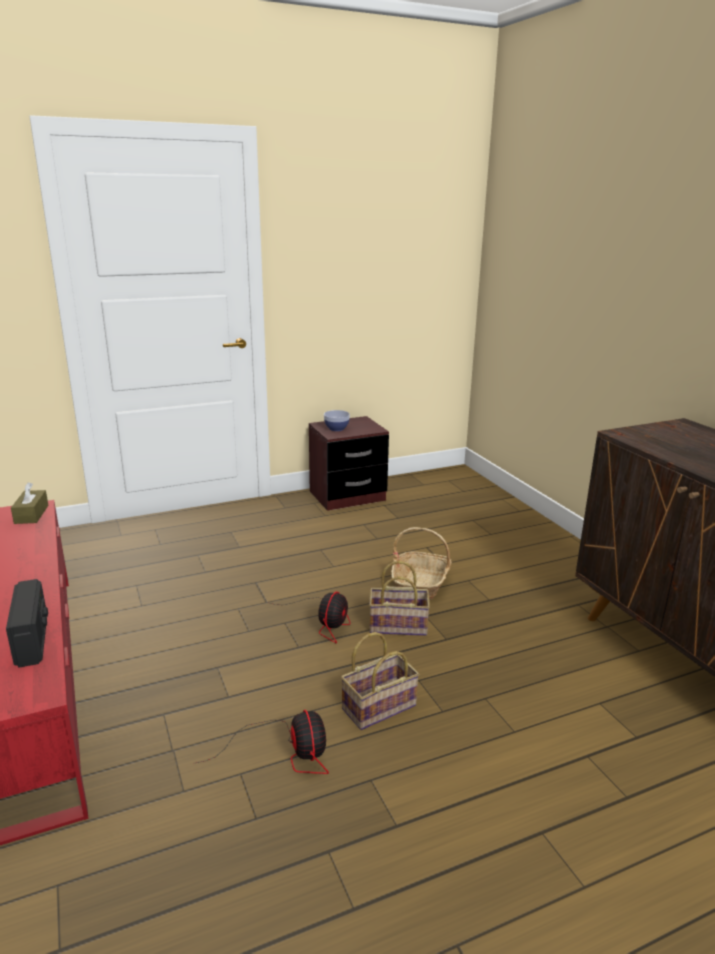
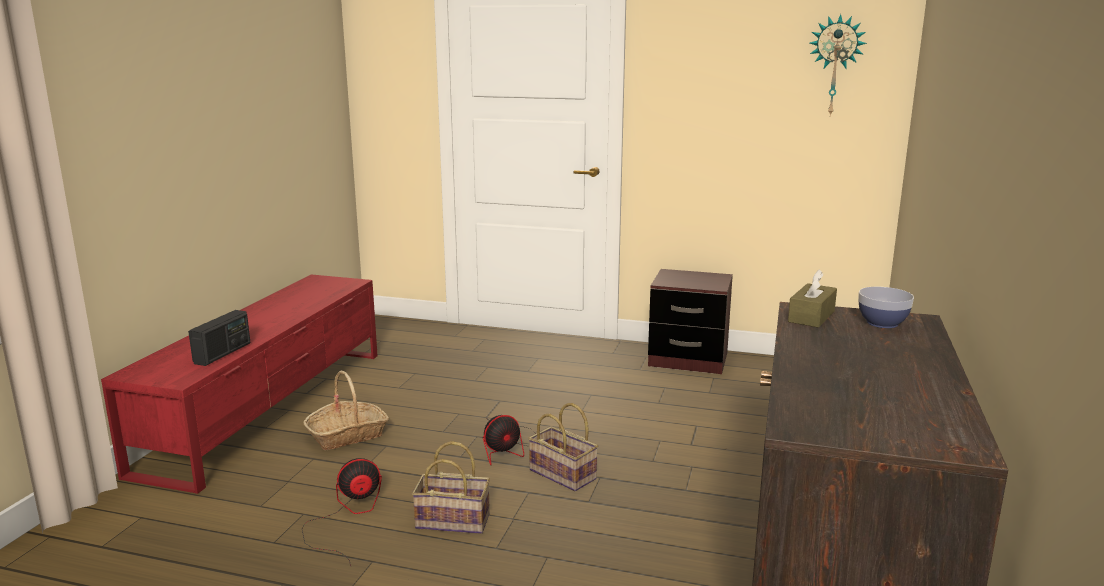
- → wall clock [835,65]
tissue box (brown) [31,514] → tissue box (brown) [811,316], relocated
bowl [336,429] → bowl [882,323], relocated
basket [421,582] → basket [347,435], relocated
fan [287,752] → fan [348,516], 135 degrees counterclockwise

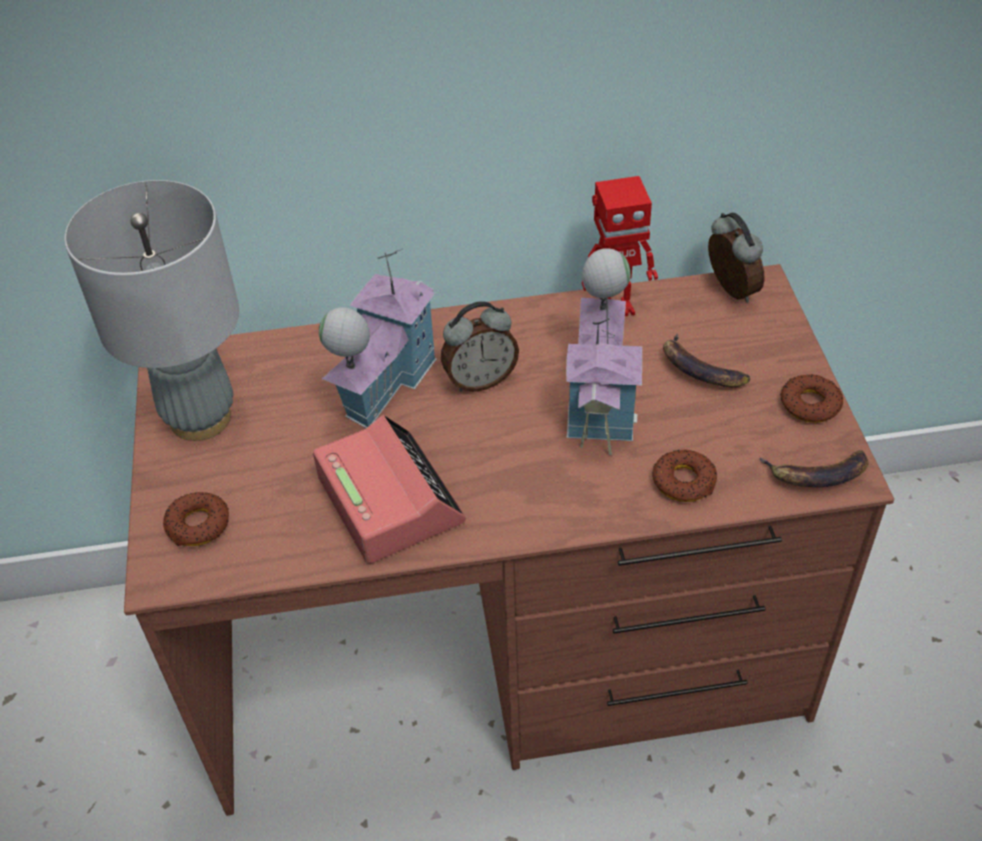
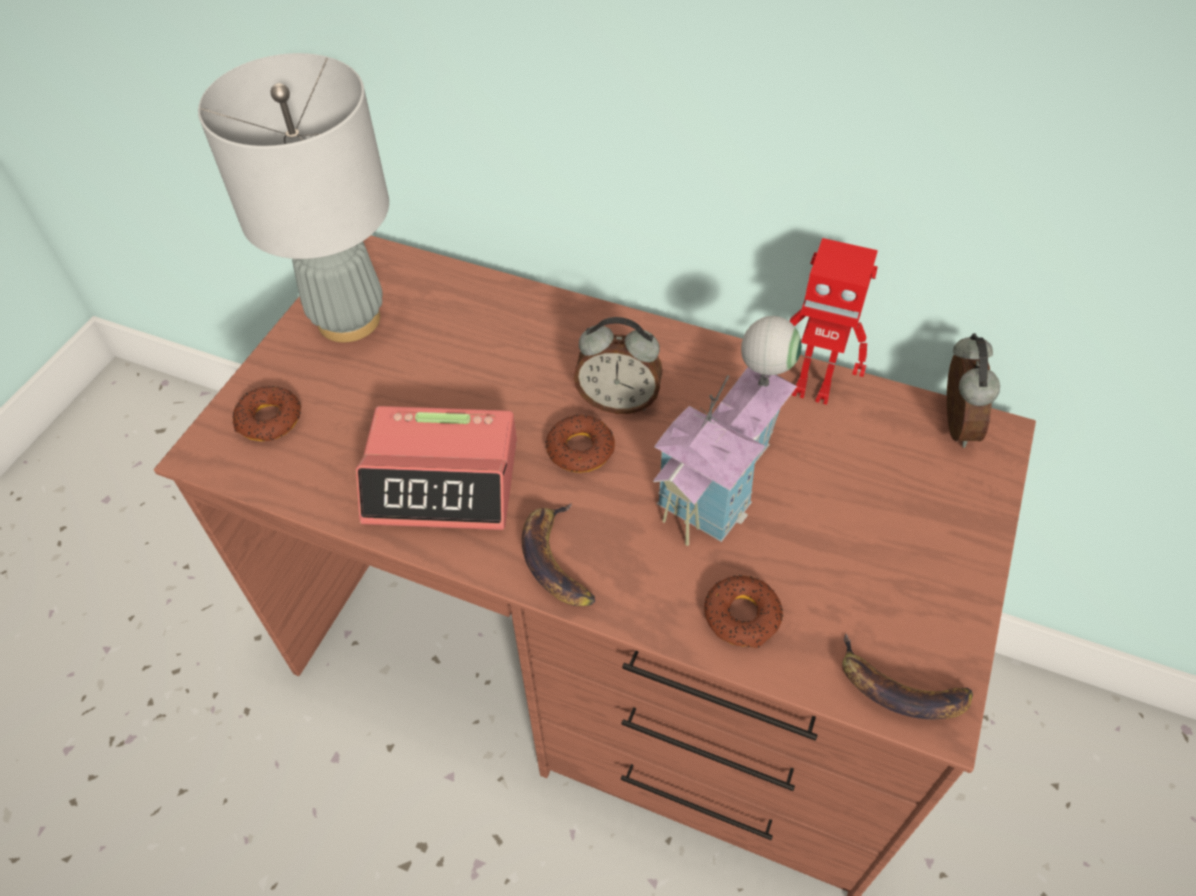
toy house [384,382] → -
banana [700,369] → banana [556,560], relocated
donut [810,404] → donut [580,449], relocated
alarm clock [389,499] → alarm clock [443,480], 90 degrees clockwise

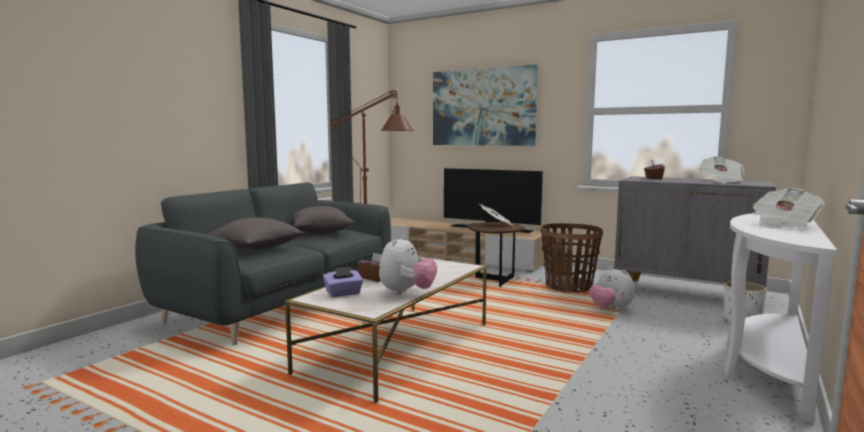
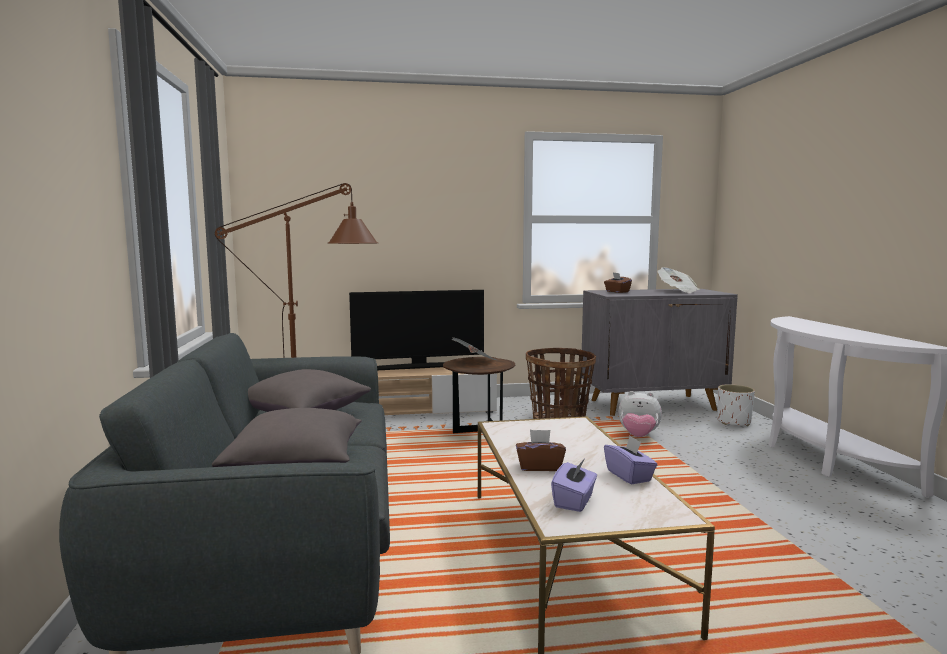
picture [482,107] → -
newspaper [783,225] → -
plush toy [406,293] → tissue box (purple) [629,476]

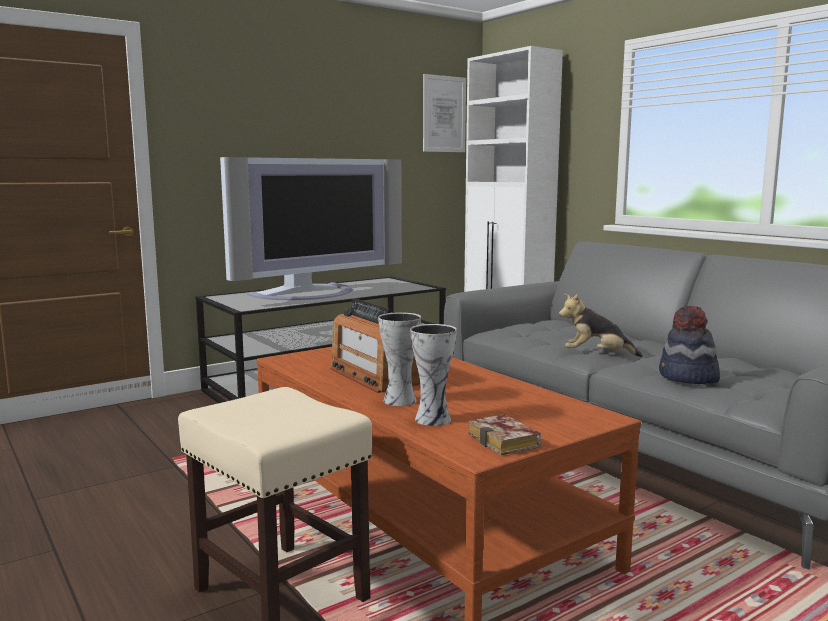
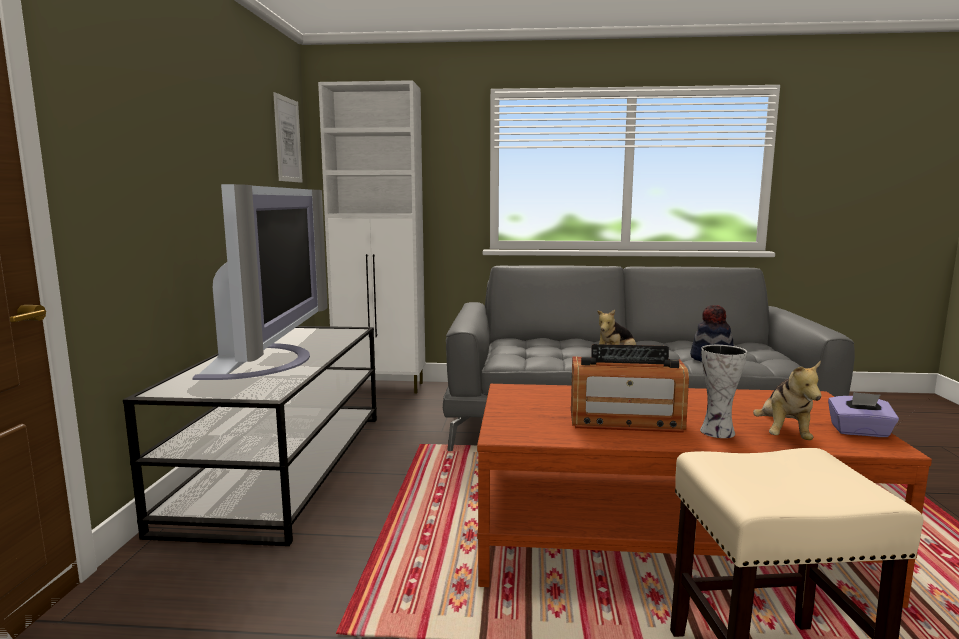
vase [434,419] → plush toy [783,435]
book [506,442] → tissue box (purple) [860,432]

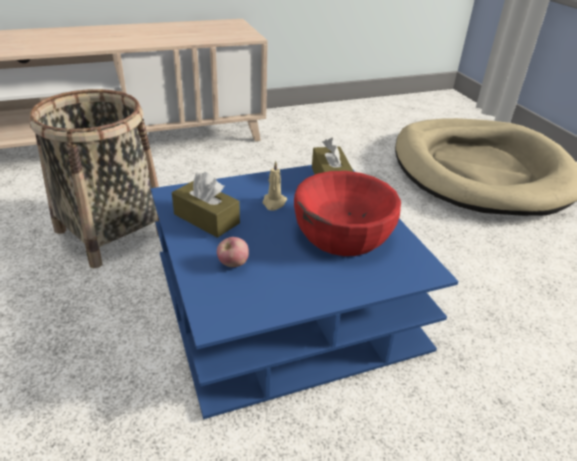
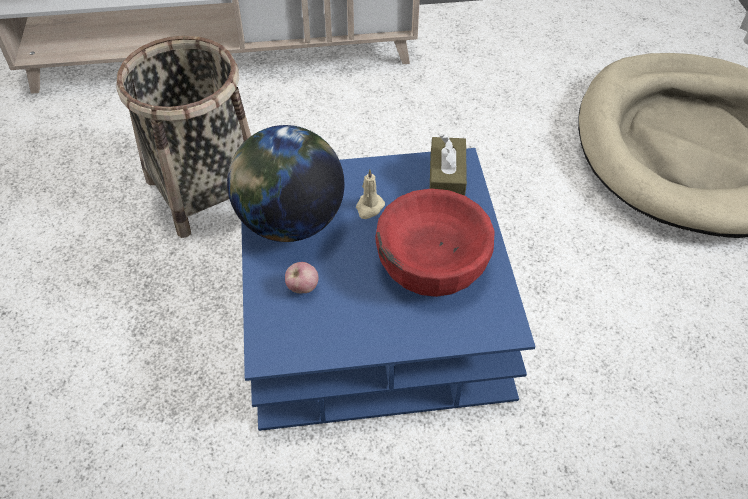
tissue box (brown) [206,219] → globe [290,221]

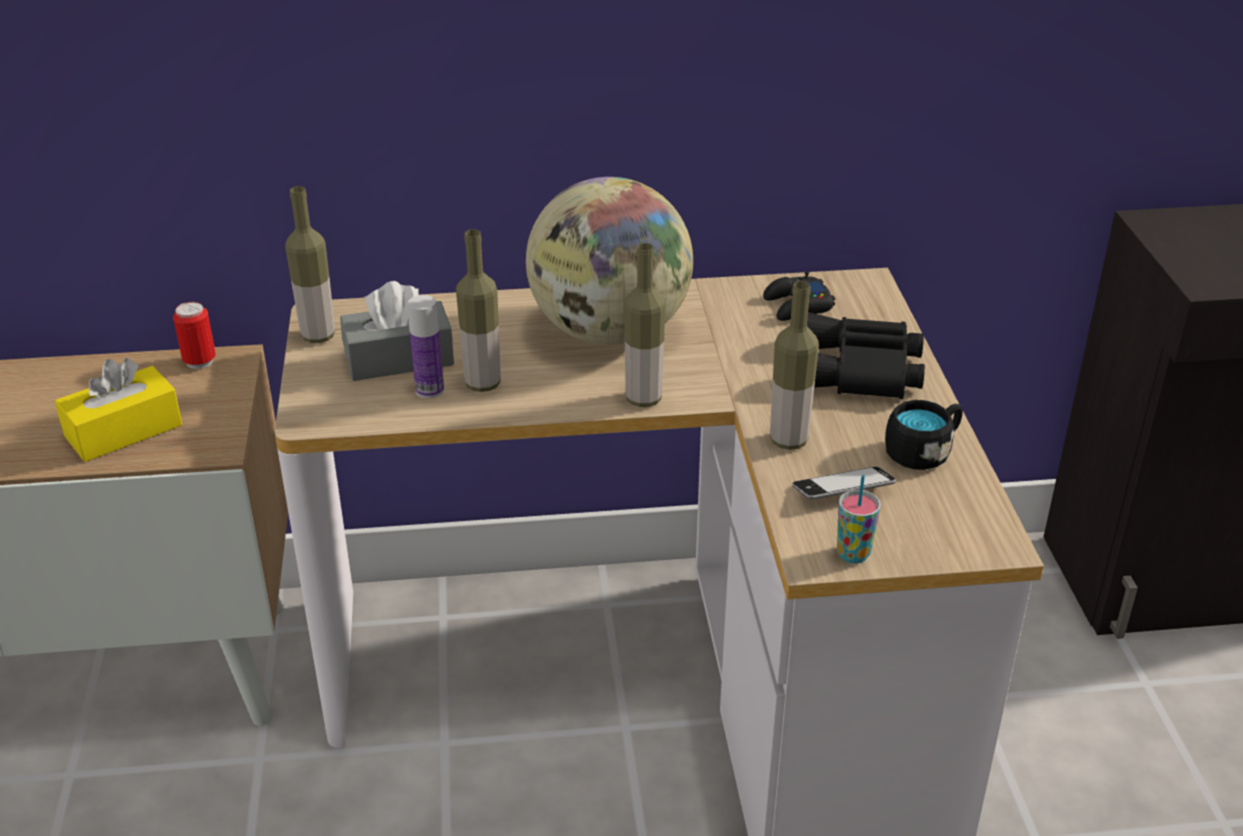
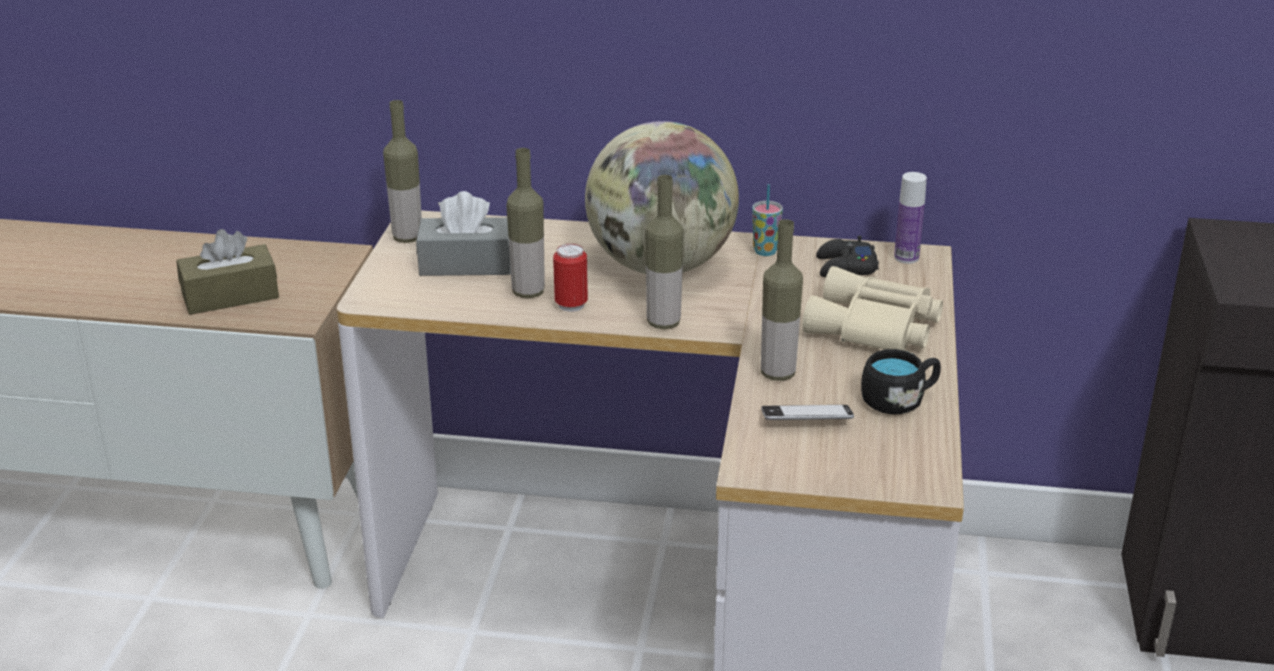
can [199,361] → can [571,305], relocated
bottle [429,390] → bottle [906,258], relocated
cup [853,554] → cup [765,251], relocated
tissue box (yellow) [123,431] → tissue box (brown) [230,296]
binoculars (black) [859,372] → binoculars (beige) [874,328]

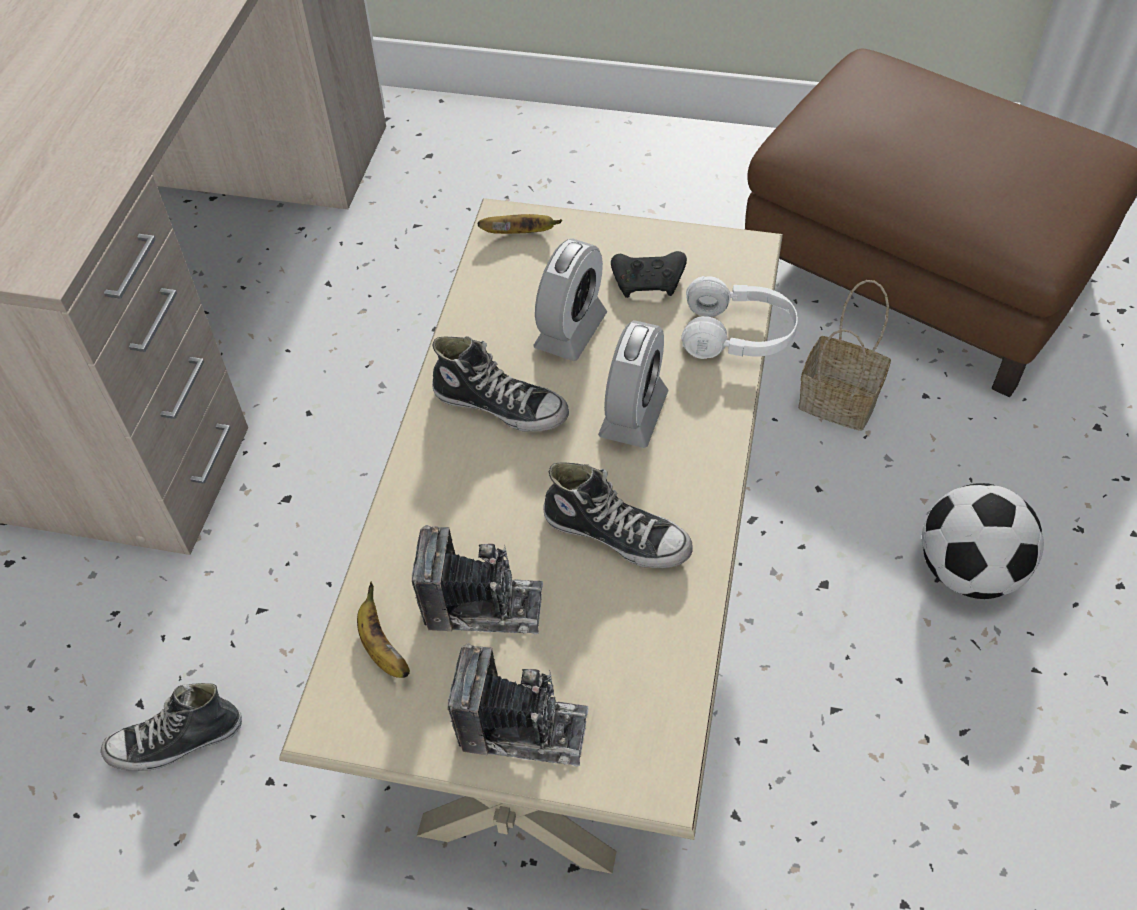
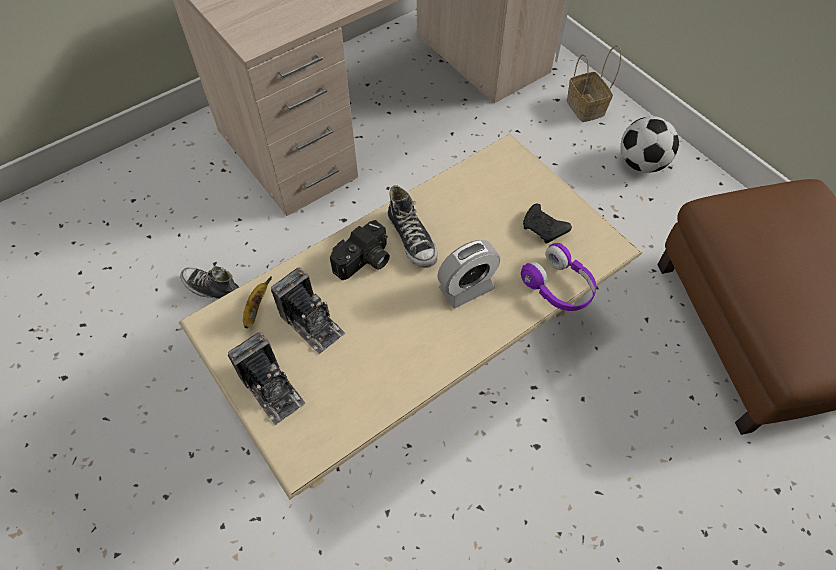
banana [520,233] → -
alarm clock [570,331] → -
shoe [617,535] → -
- → photo camera [364,262]
basket [841,401] → basket [586,108], relocated
football [968,571] → football [641,164], relocated
headphones (white) [737,335] → headphones (purple) [558,287]

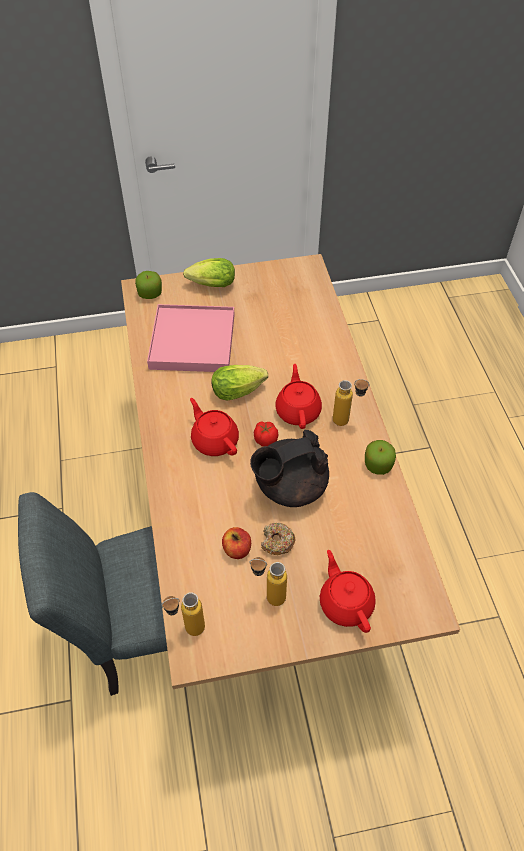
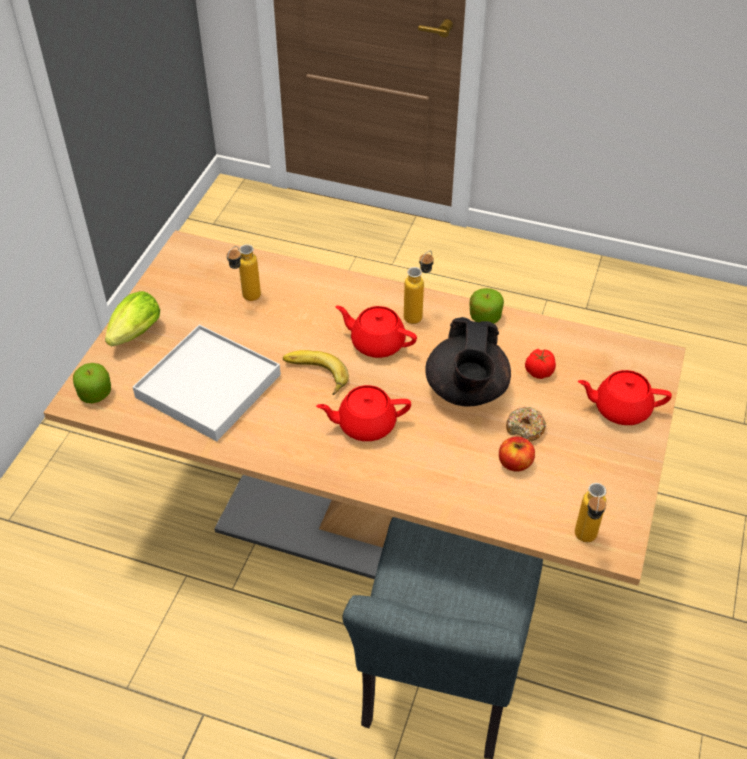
bottle [268,596] → bottle [246,300], relocated
tomato [265,439] → tomato [538,371], relocated
lettuce [240,390] → banana [314,375]
tray (pink) [192,342] → tray (white) [208,386]

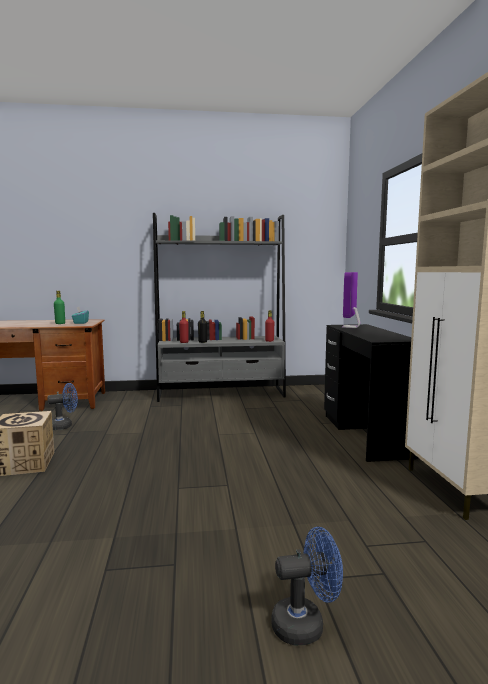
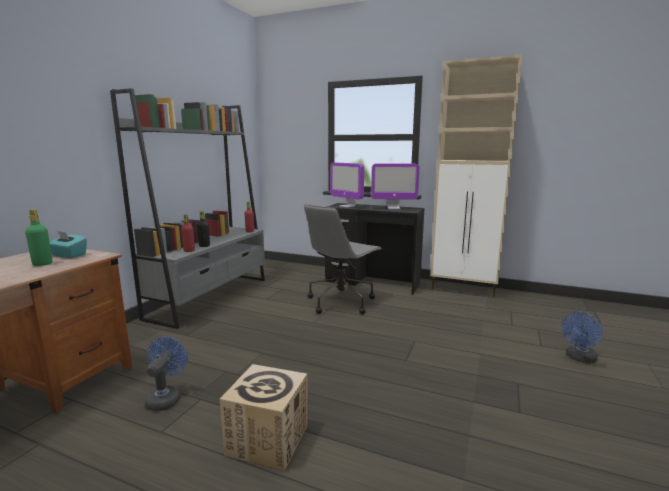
- → office chair (grey) [341,301]
- → monitor [393,208]
fan (blue) [306,624] → fan (blue) [579,359], 150 degrees counterclockwise

